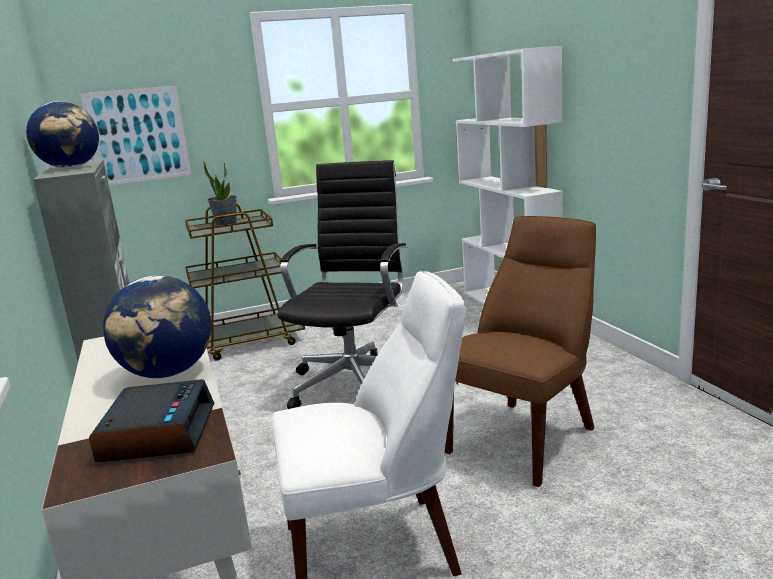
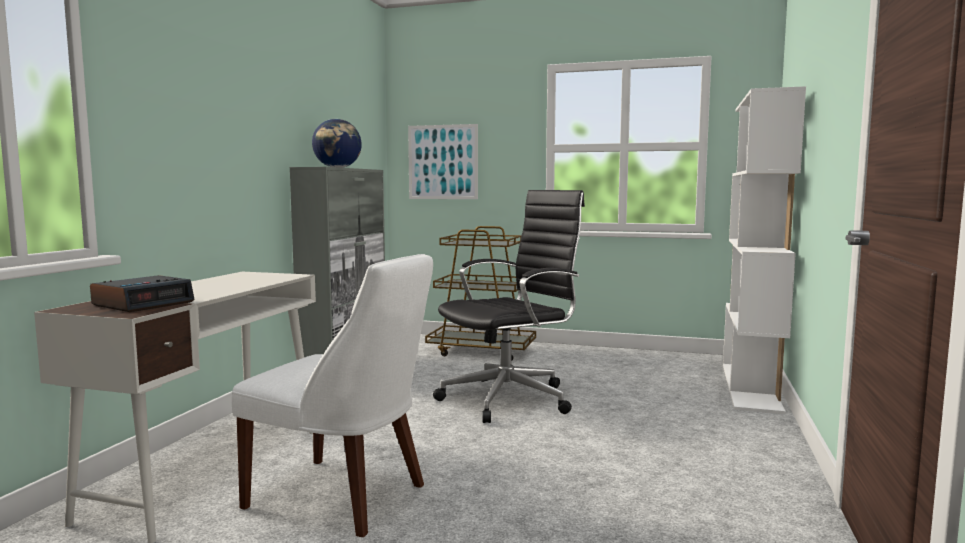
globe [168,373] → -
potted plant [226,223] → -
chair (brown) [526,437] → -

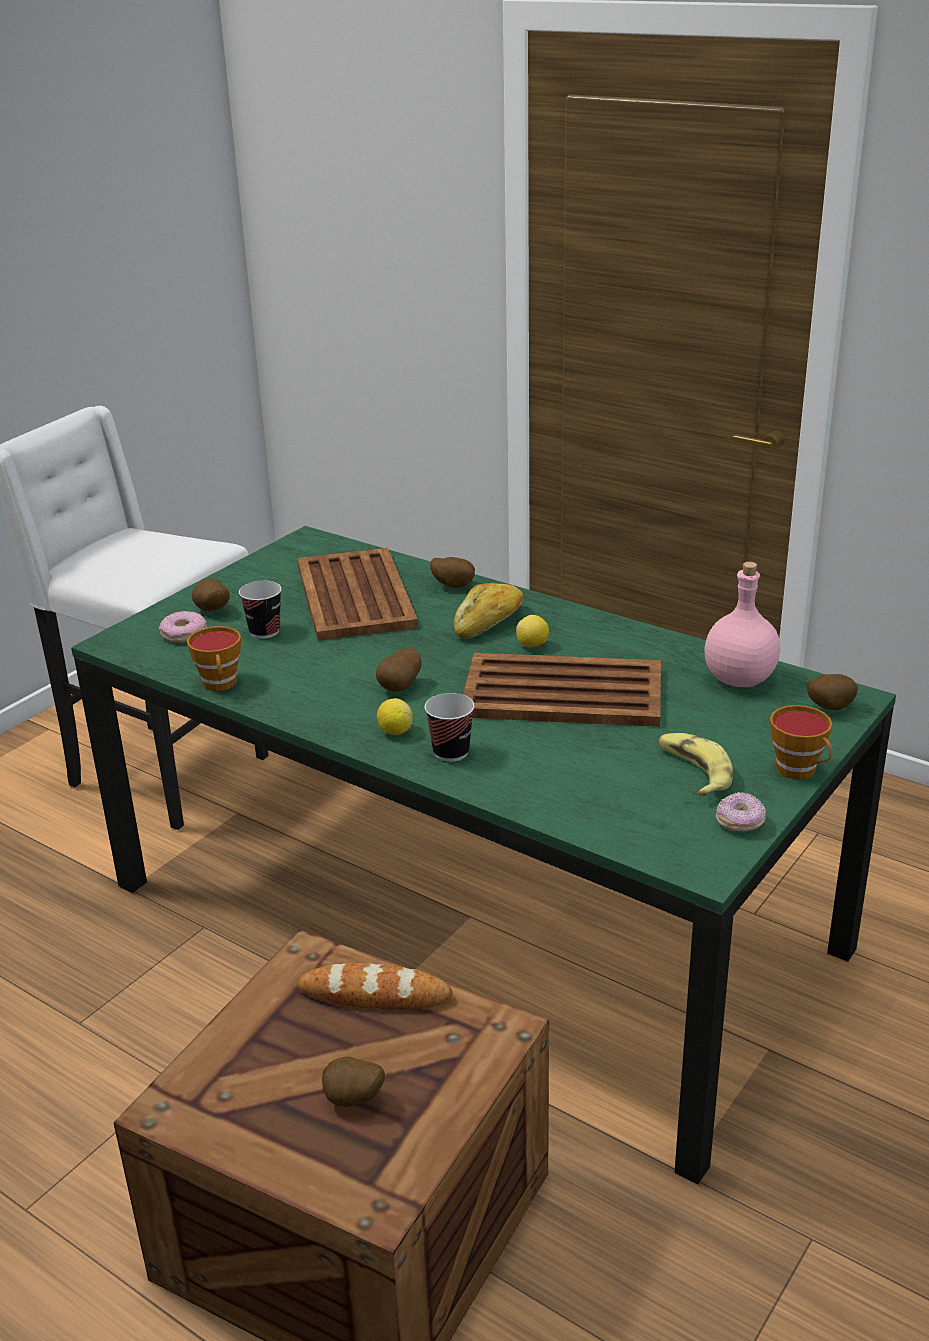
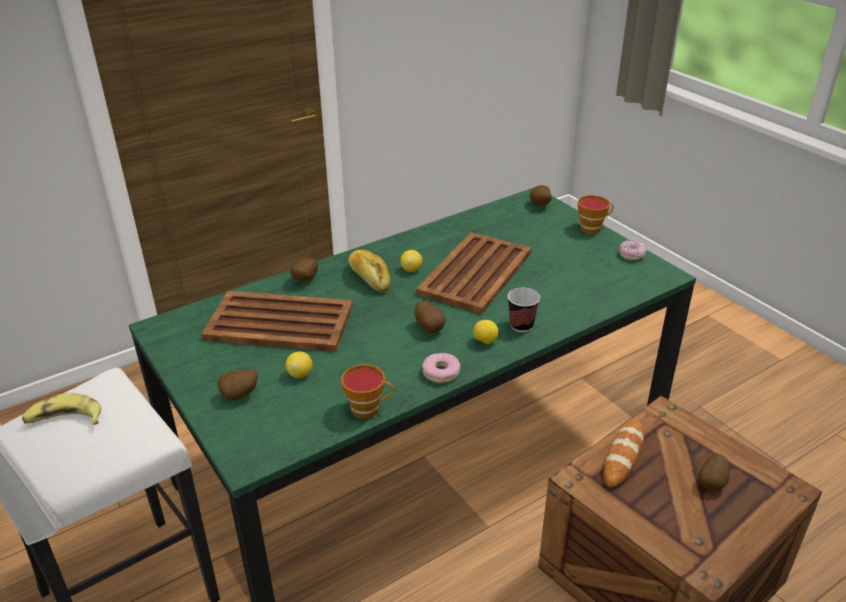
bottle (pink) [740,680] → -
donut [184,634] → donut [441,372], relocated
banana [693,772] → banana [65,419], relocated
cup [264,631] → lemon [300,374]

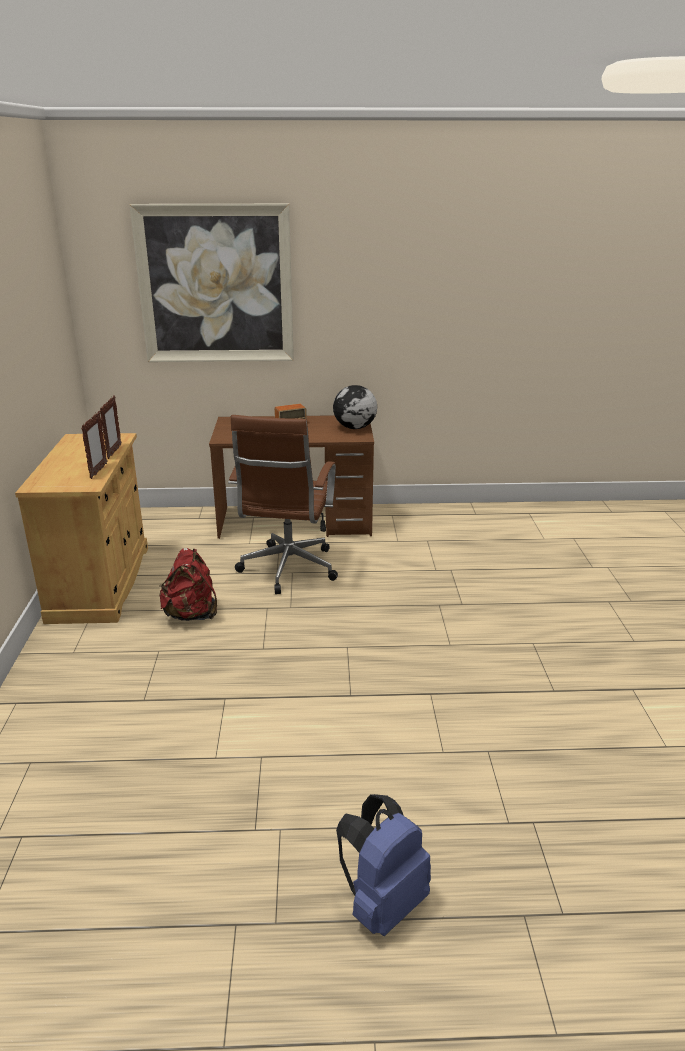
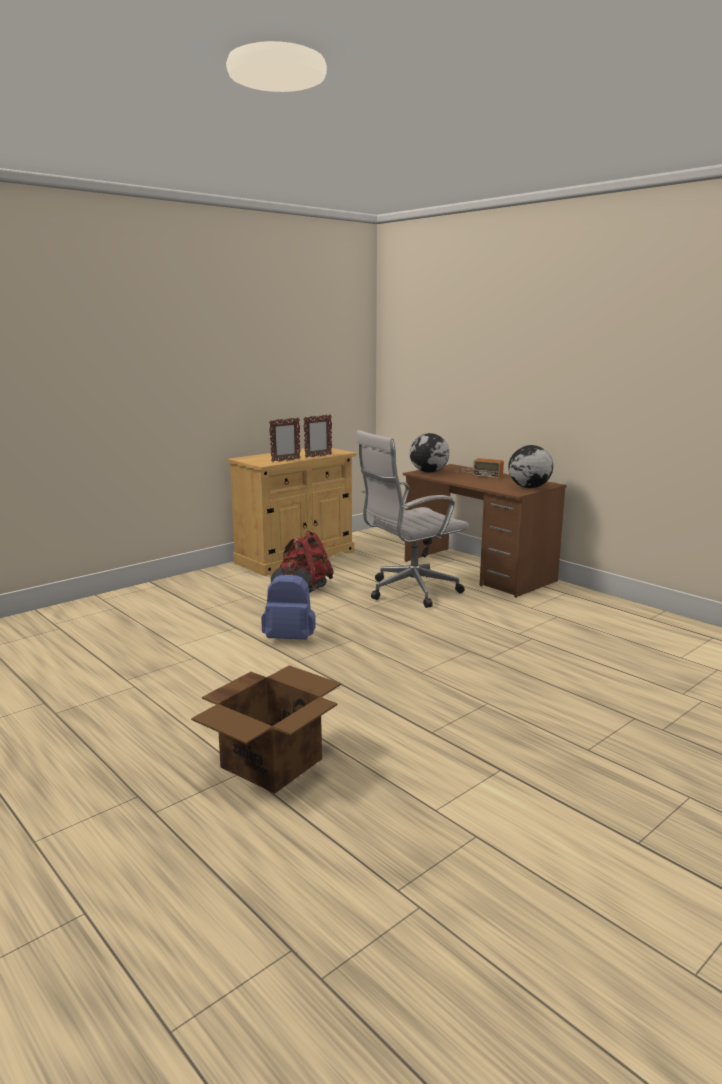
picture [216,285] → -
- → cardboard box [273,762]
- → globe [428,472]
backpack (blue) [382,902] → backpack (blue) [290,638], relocated
office chair (brown) [287,570] → office chair (white) [409,592]

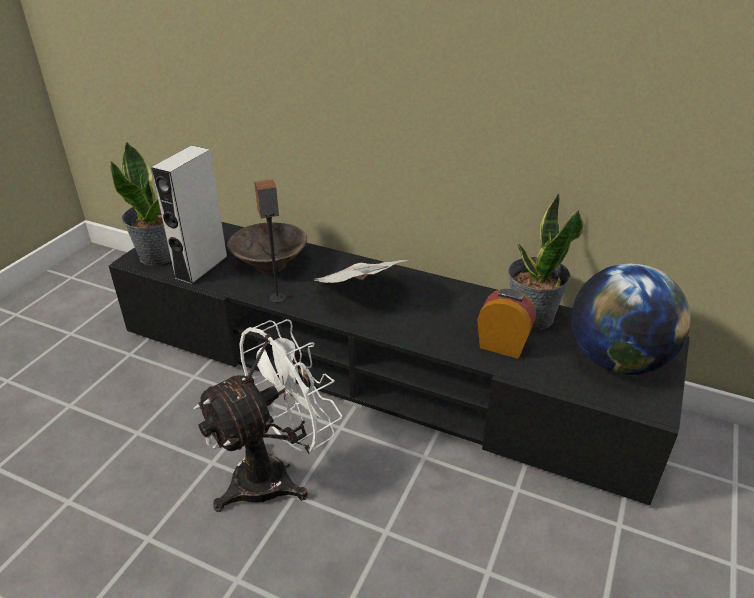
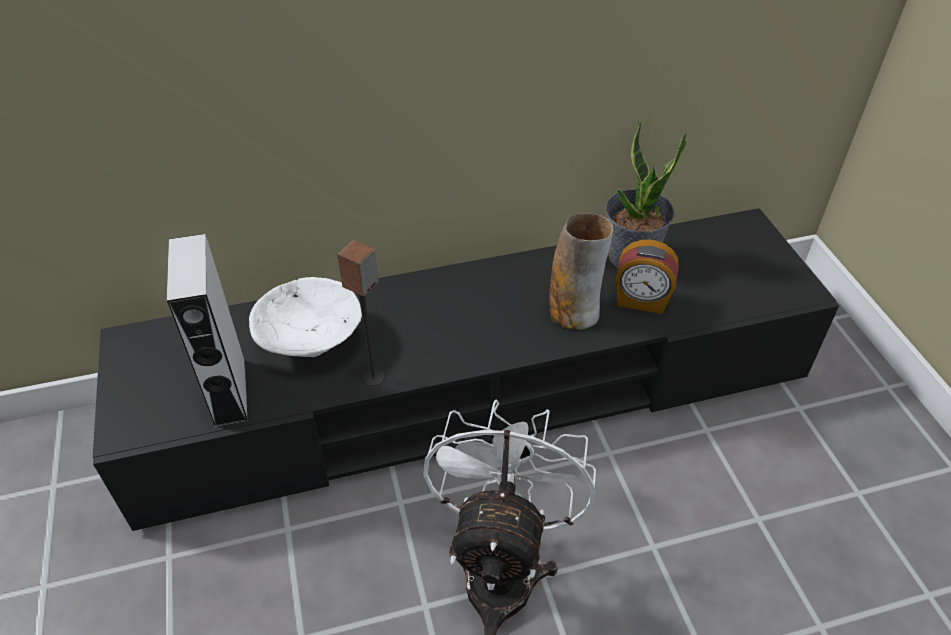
potted plant [159,255] → -
newspaper [360,292] → -
globe [616,360] → -
- → vase [574,312]
bowl (brown) [271,264] → bowl (white) [312,340]
alarm clock [502,345] → alarm clock [641,301], 150 degrees counterclockwise

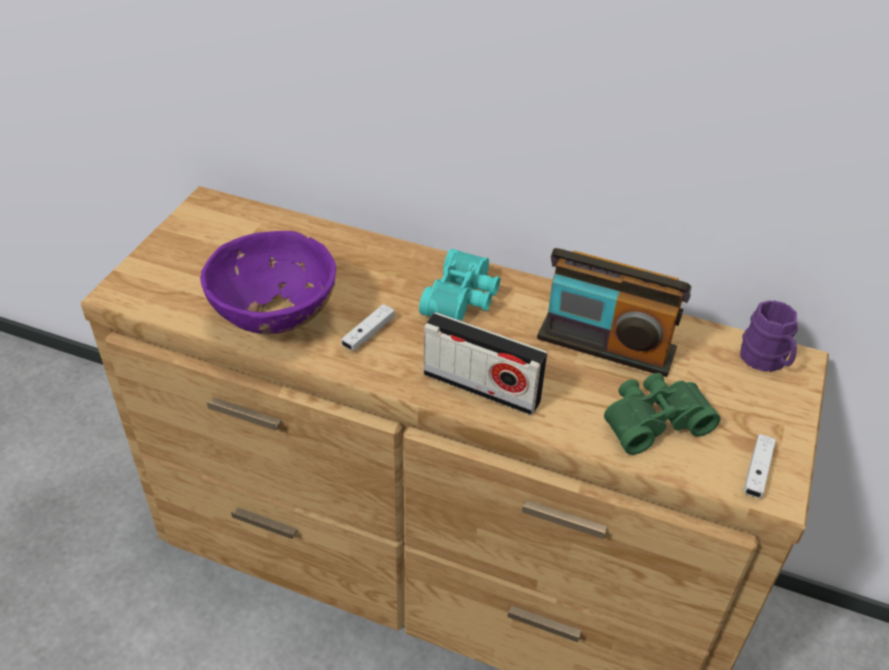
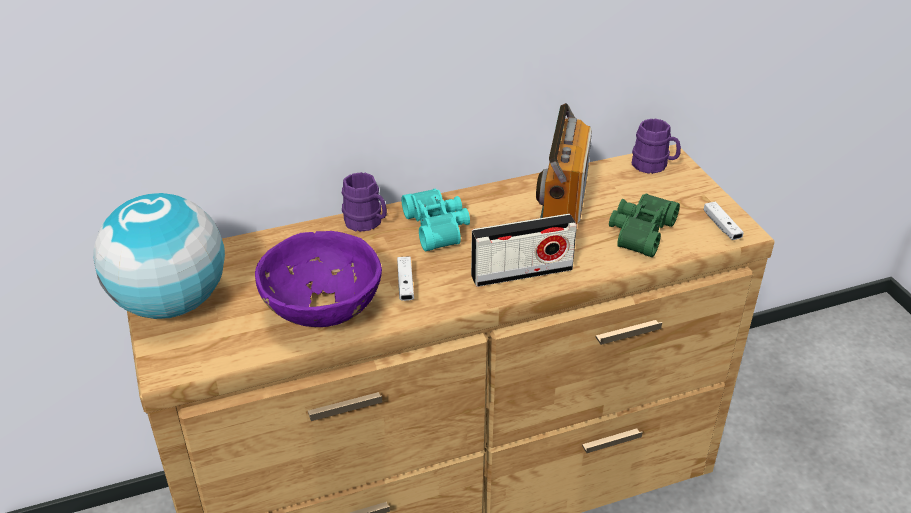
- → globe [172,303]
- → mug (purple) [367,223]
radio [606,345] → radio [560,205], 120 degrees clockwise

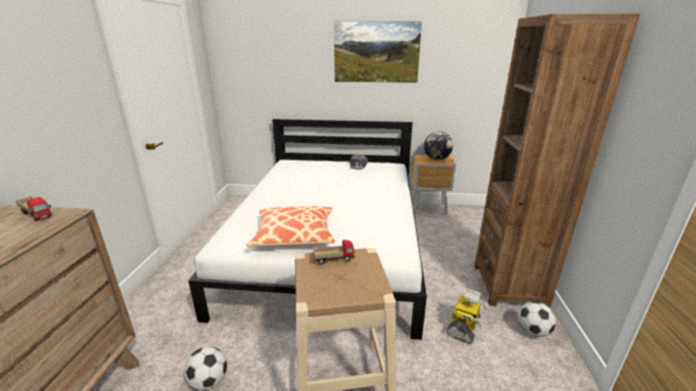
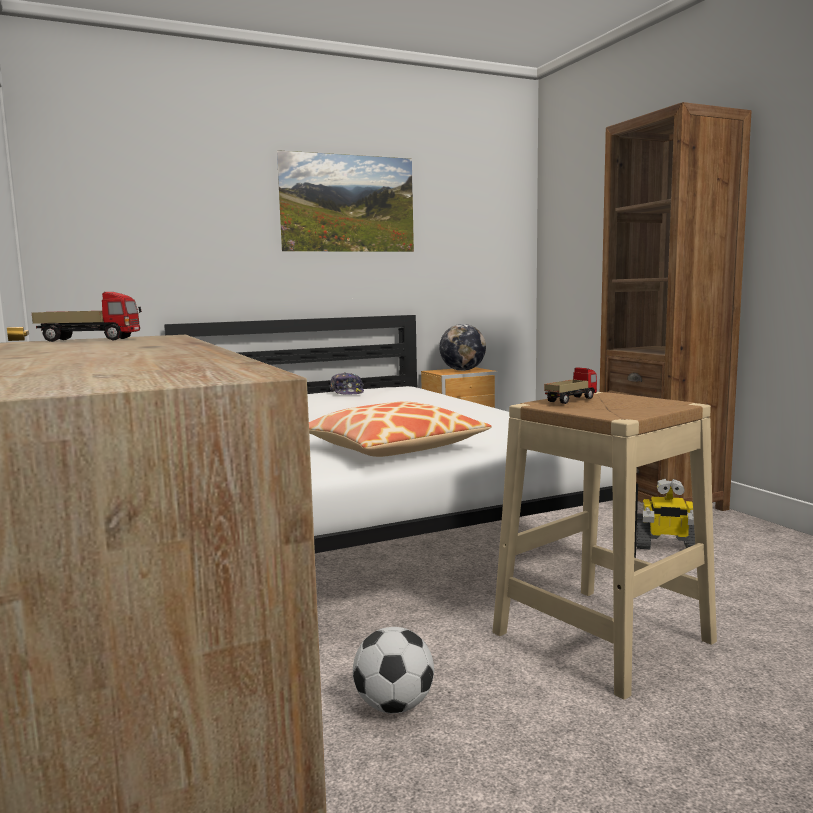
football [533,331] → -
toy robot [464,327] → toy robot [666,546], 105 degrees clockwise

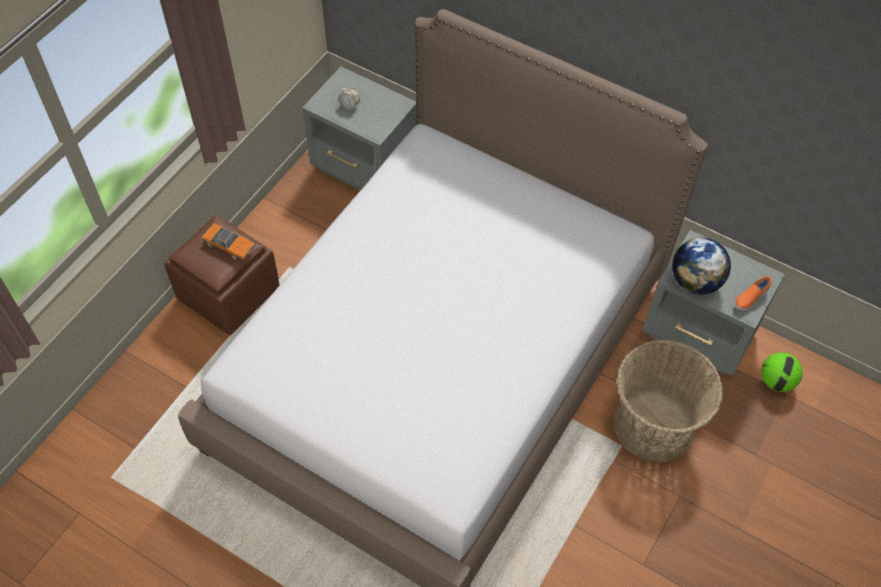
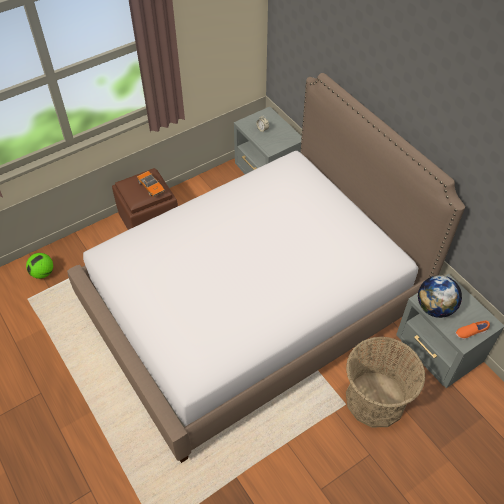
football [776,381] → football [42,273], relocated

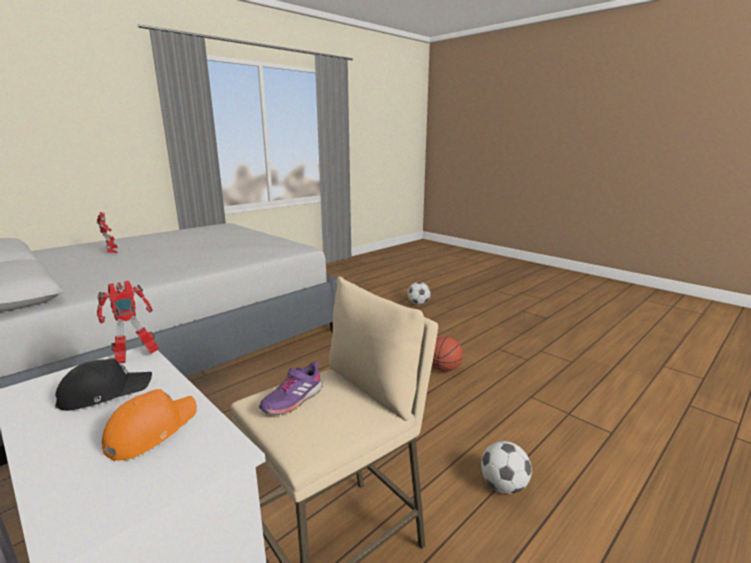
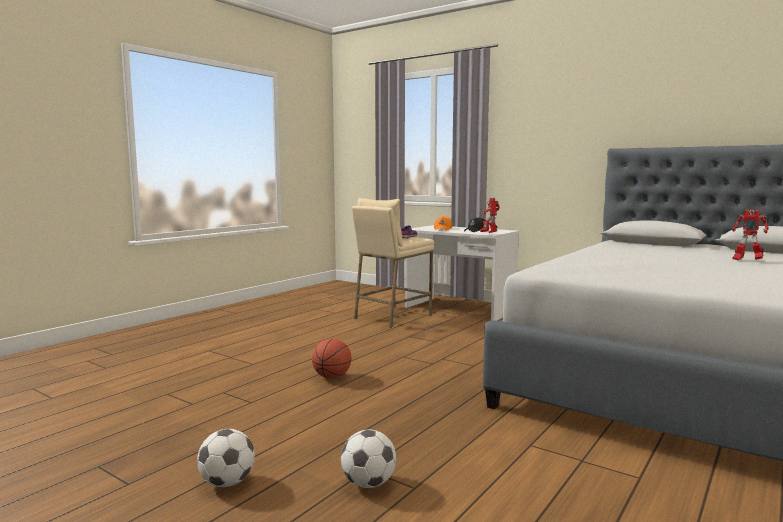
football [503,486] → football [227,483], relocated

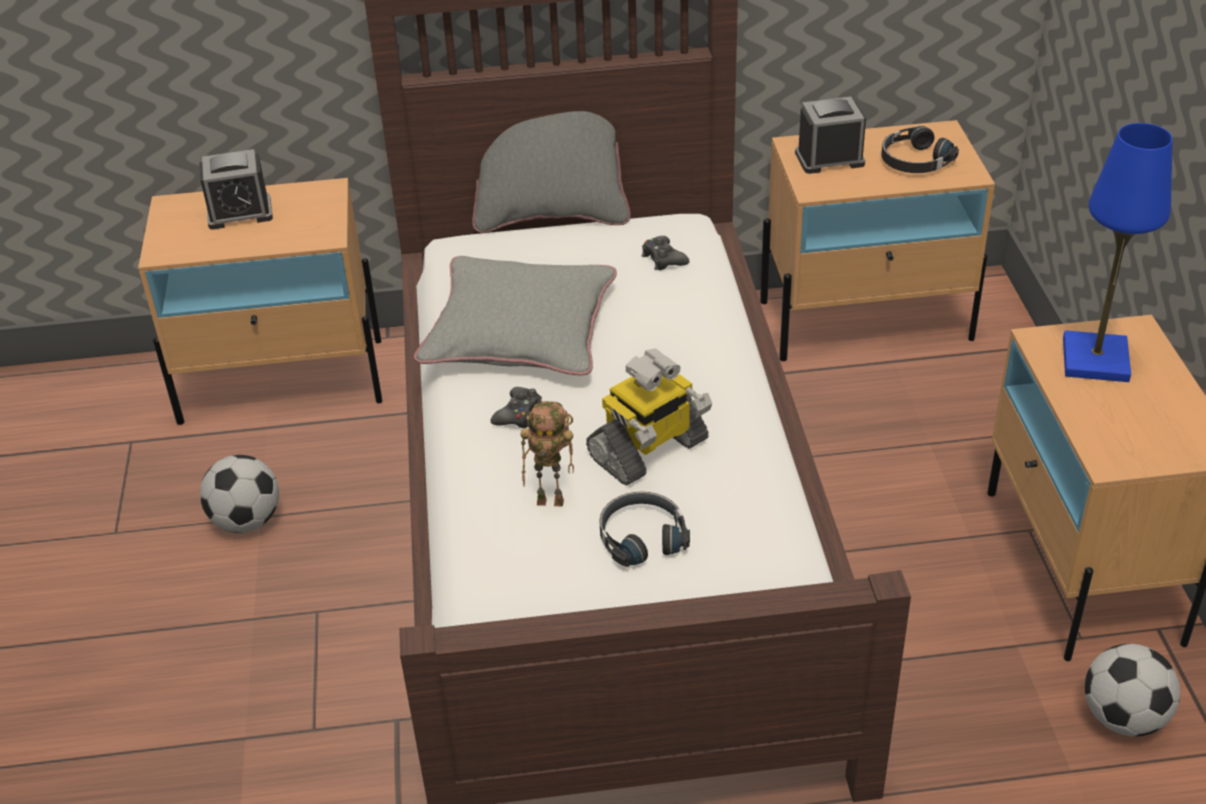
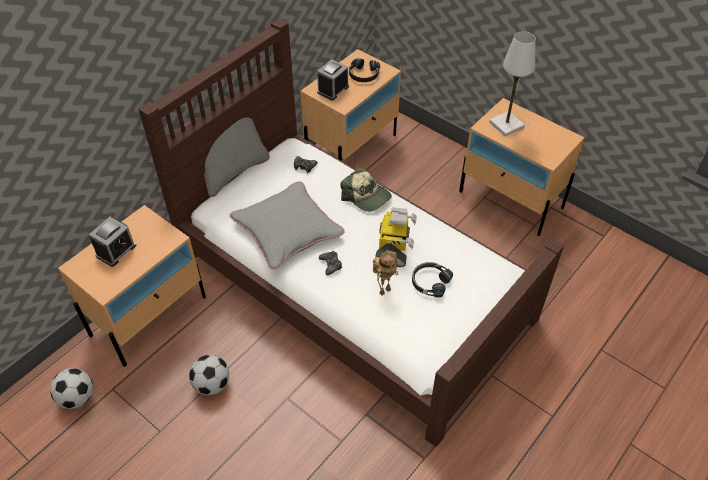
- → cap [366,196]
football [1124,718] → football [78,398], relocated
table lamp (blue) [1095,360] → table lamp (white) [506,125]

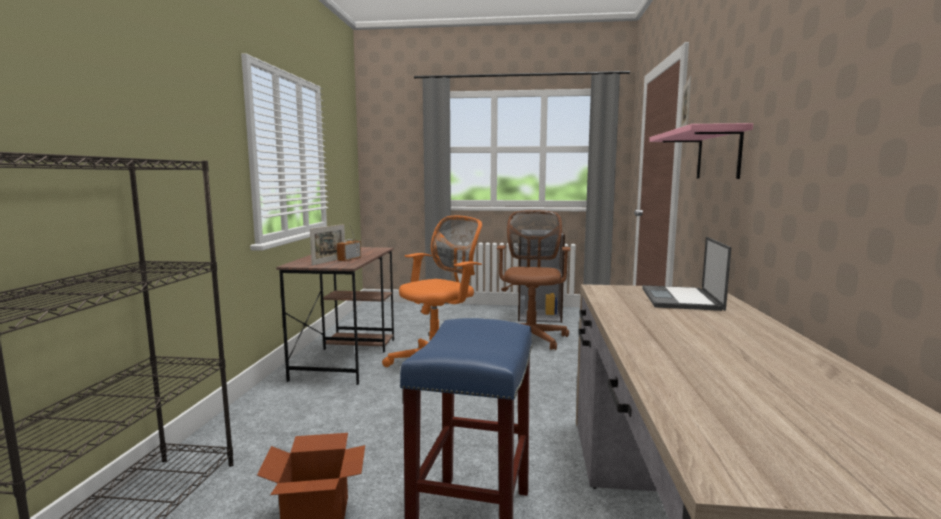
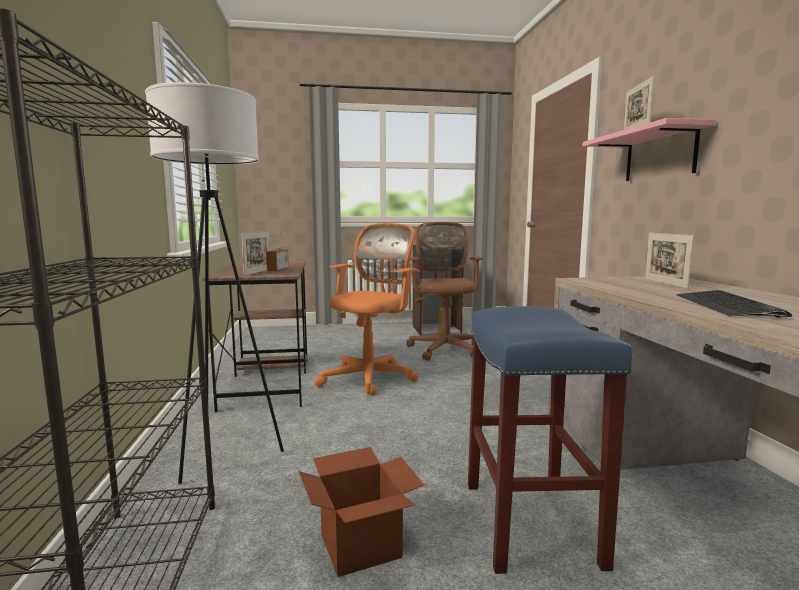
- → floor lamp (white) [226,455]
- → keyboard [727,306]
laptop [681,299] → picture frame [665,283]

